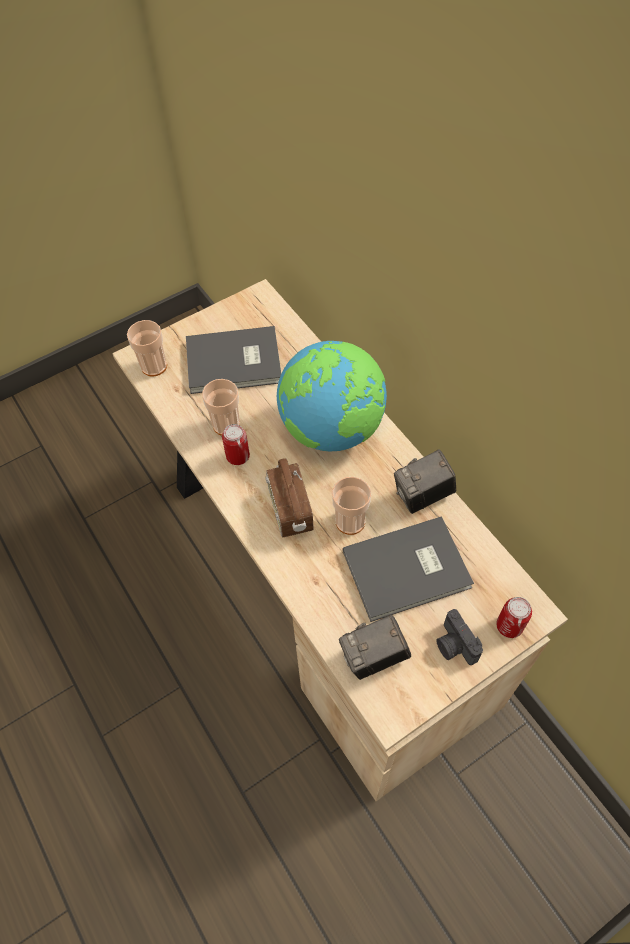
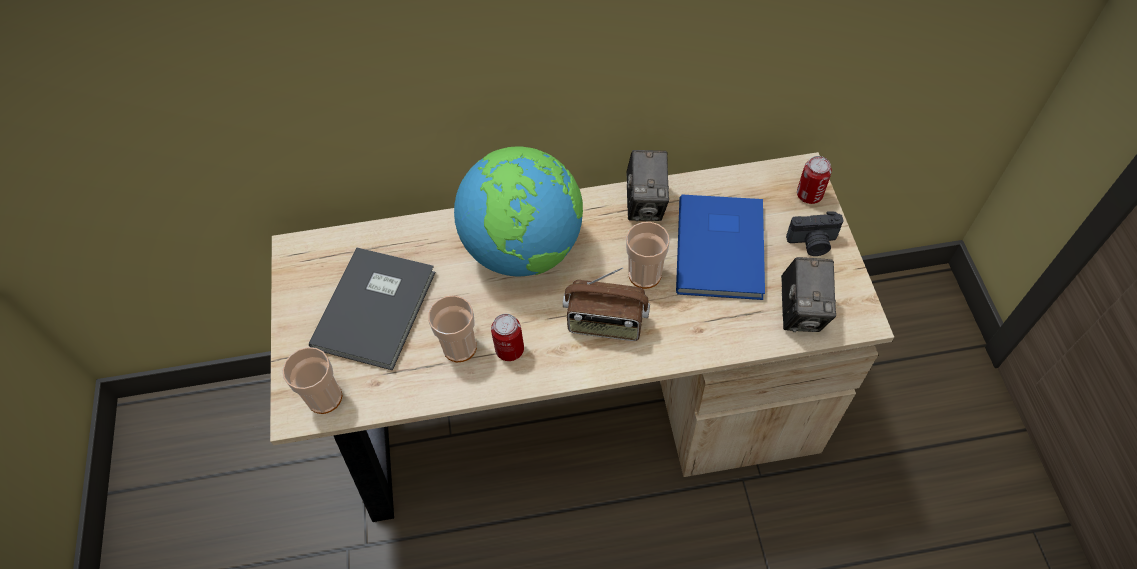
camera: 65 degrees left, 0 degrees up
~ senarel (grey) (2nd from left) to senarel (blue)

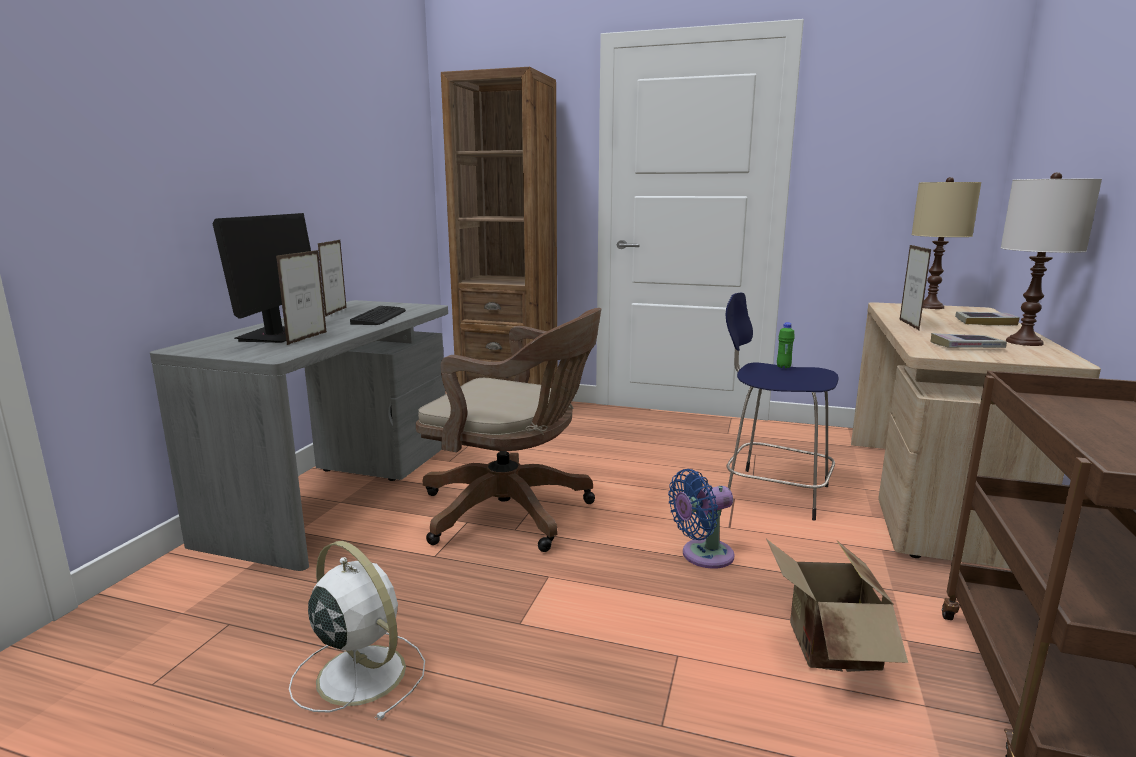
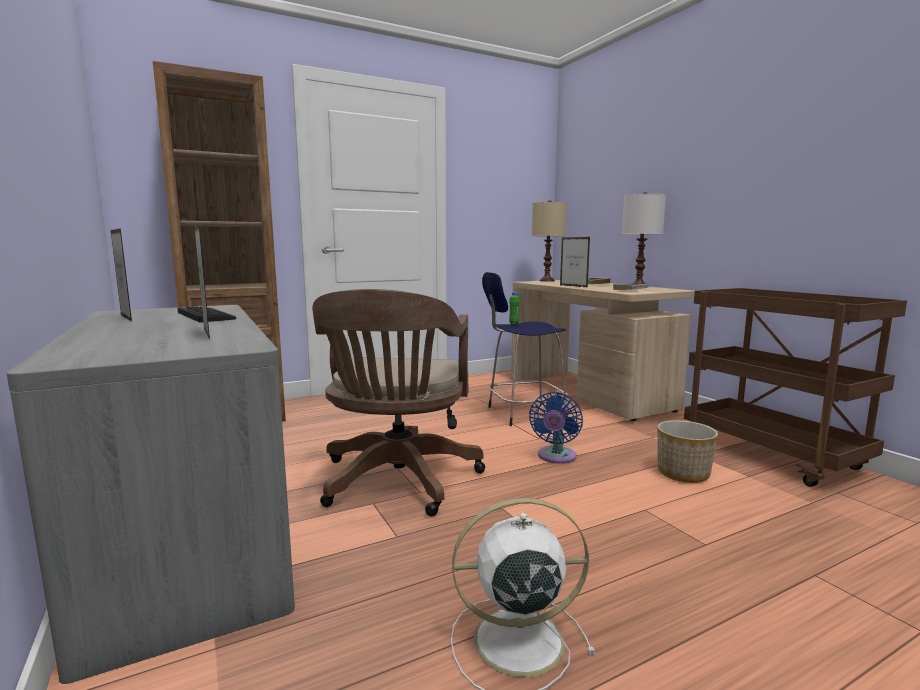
camera: 45 degrees left, 5 degrees down
~ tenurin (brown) 120 degrees clockwise
~ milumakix to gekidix
- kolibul

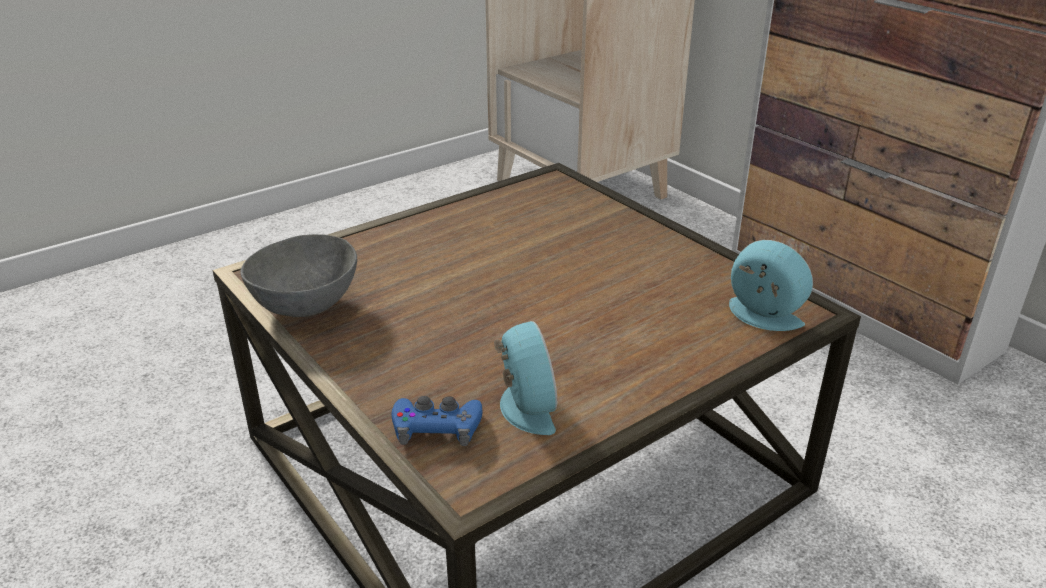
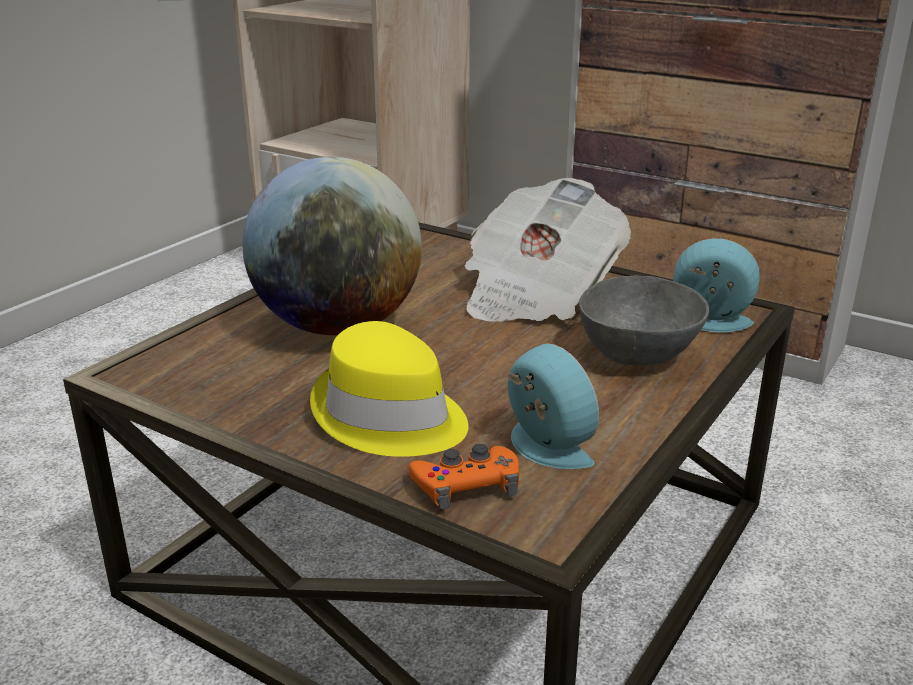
camera: 20 degrees left, 5 degrees down
+ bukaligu
+ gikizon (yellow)
~ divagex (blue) to divagex (orange)
+ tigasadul
~ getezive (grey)

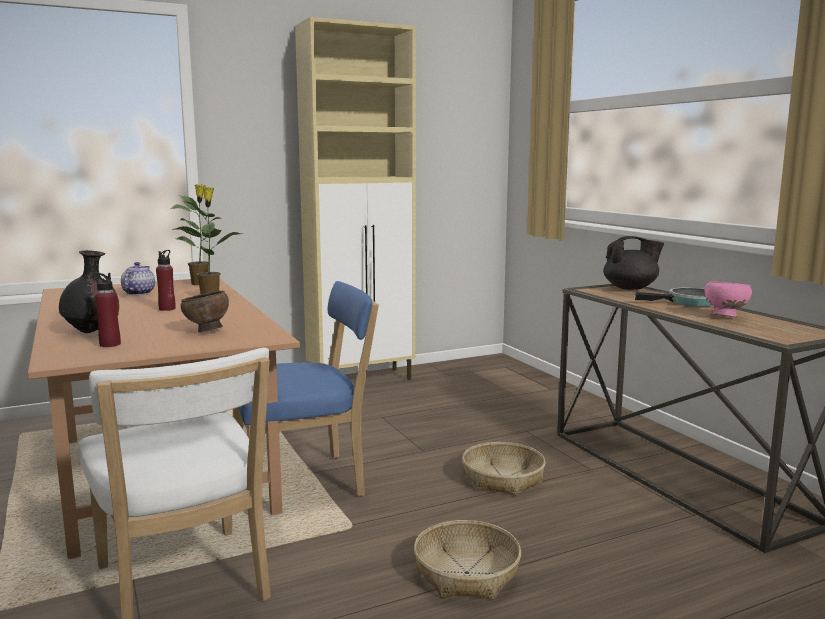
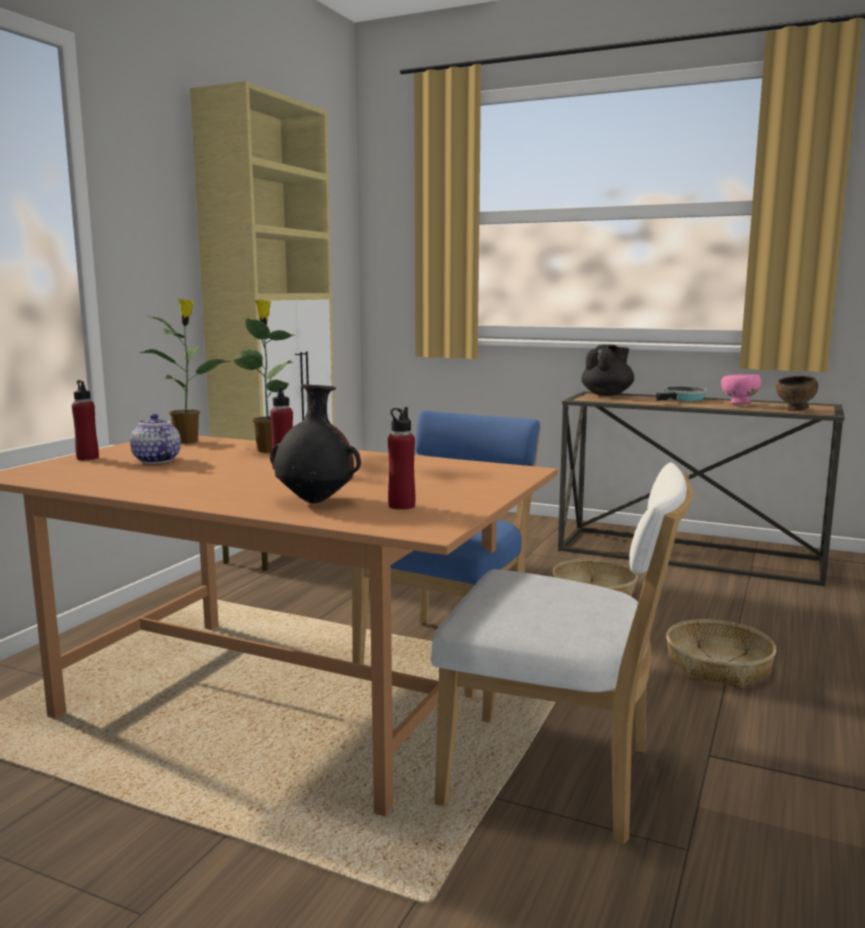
camera: 40 degrees left, 0 degrees up
+ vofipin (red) (1st from left)
~ getezive (brown)

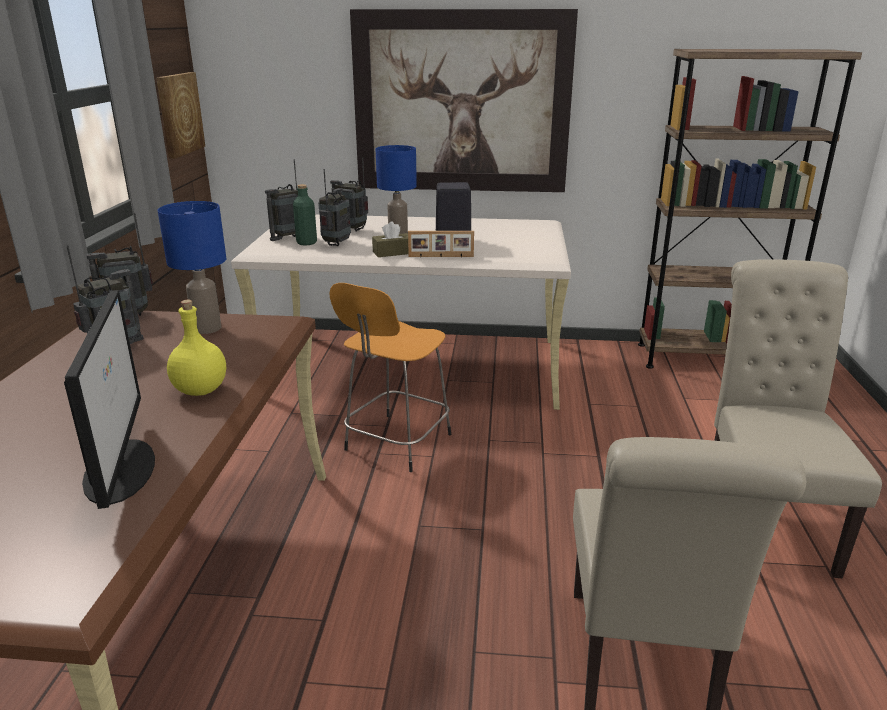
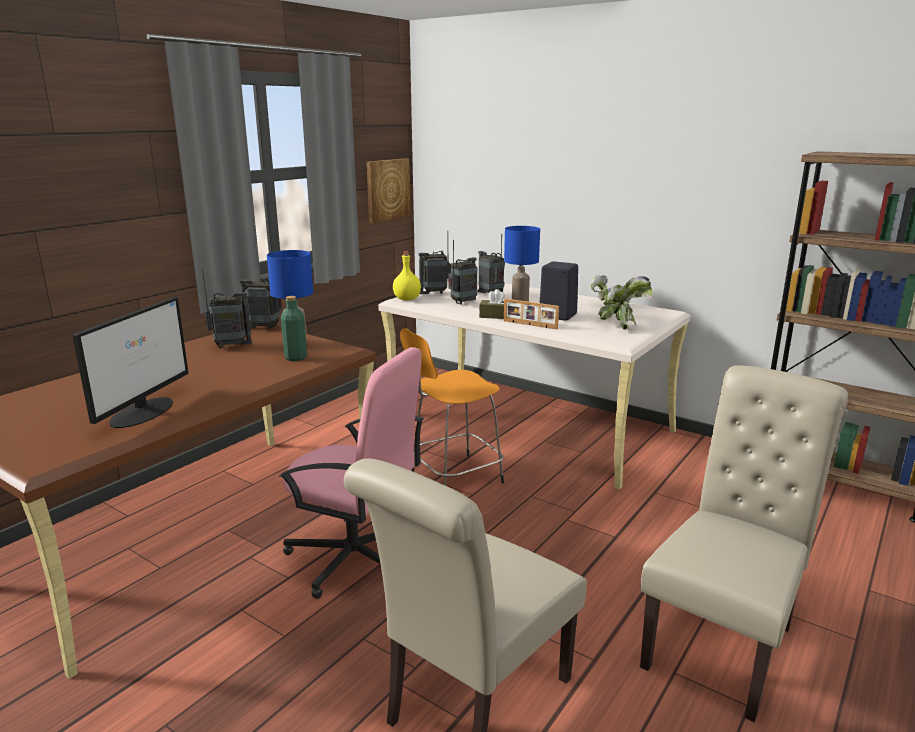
camera: 30 degrees right, 5 degrees down
+ tenurin (pink)
~ vofipin (green)
~ vofipin (yellow)
+ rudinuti
- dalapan (2nd from left)

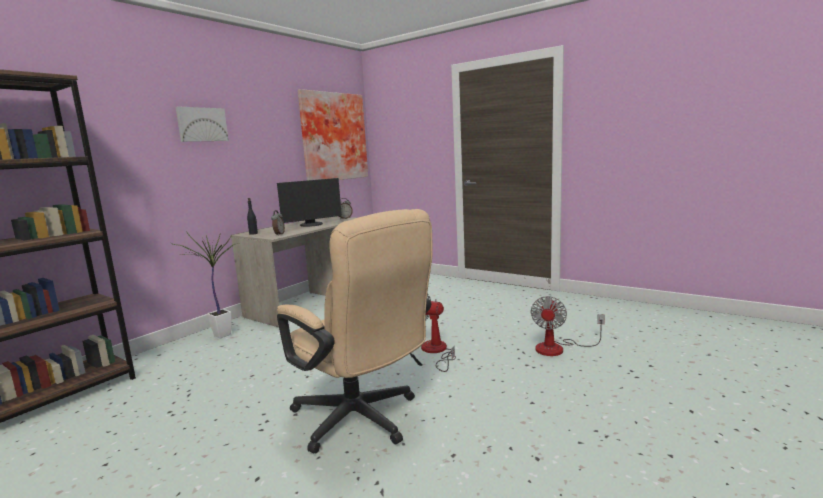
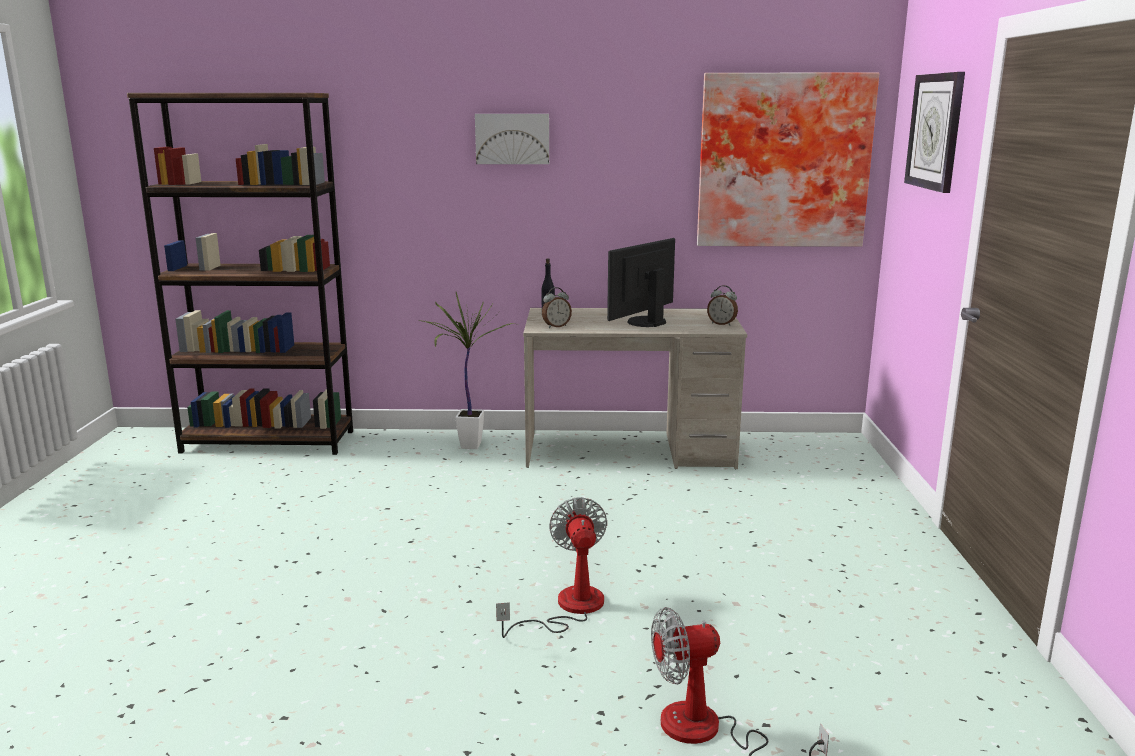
camera: 55 degrees right, 5 degrees up
~ kolibul 105 degrees clockwise
+ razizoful
- tenurin (beige)

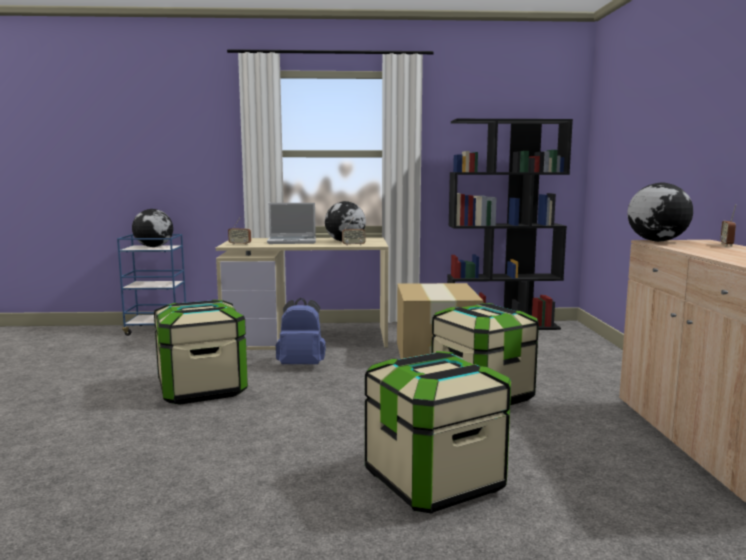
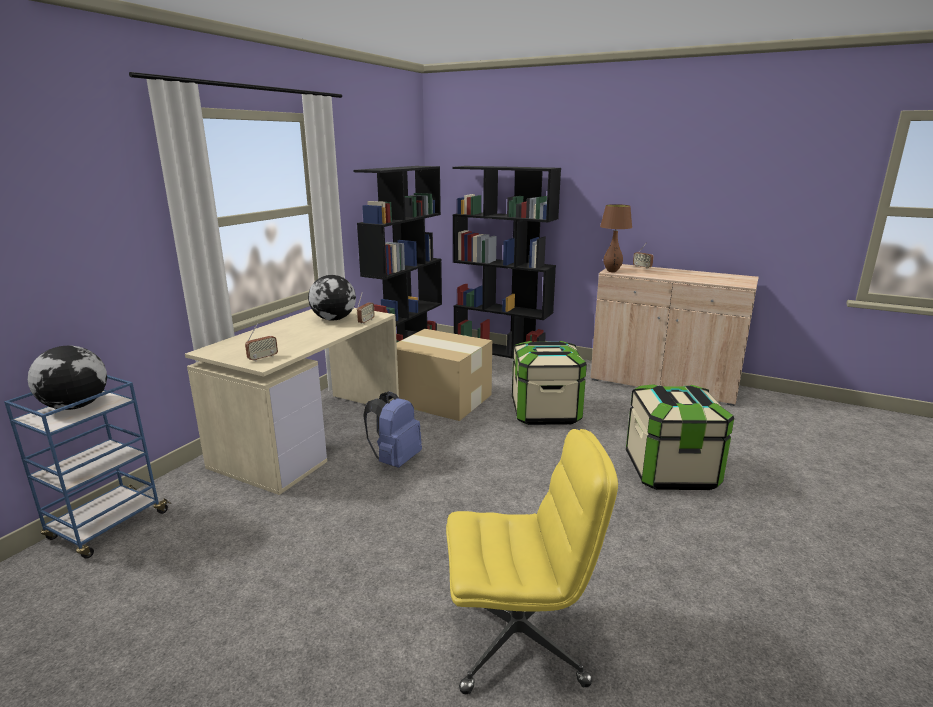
camera: 60 degrees left, 10 degrees up
+ tenurin (yellow)
+ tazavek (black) (2nd from left)
~ bukaligu (3rd from left) to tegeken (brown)
- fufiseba (1st from left)
- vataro

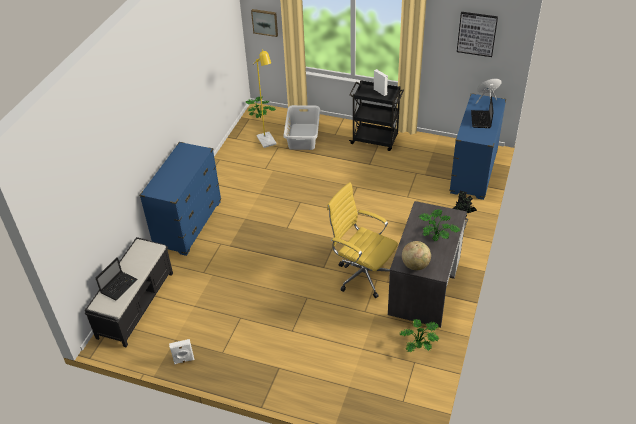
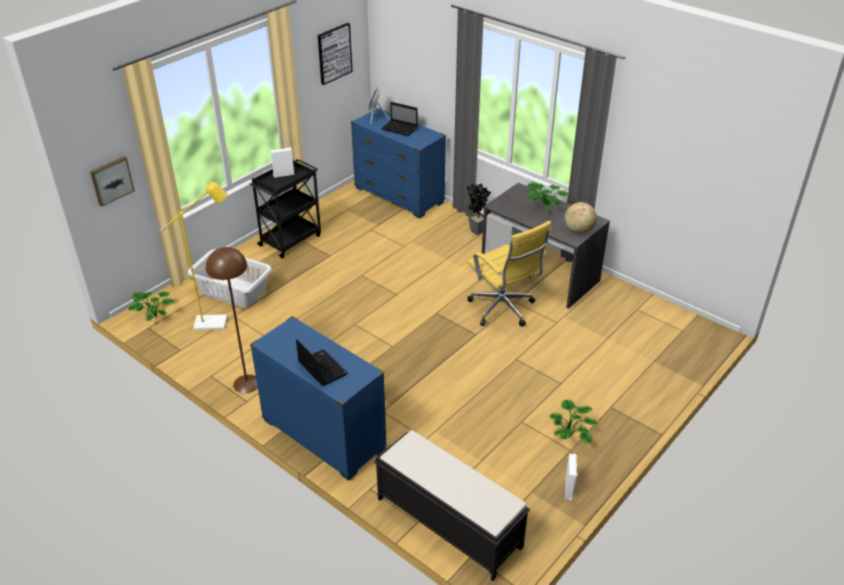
camera: 70 degrees left, 5 degrees down
+ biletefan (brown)
~ vataro (1st from left)
~ tenurin (yellow) 90 degrees counterclockwise
~ rudinuti (2nd from left in the first image) to rudinuti (4th from left)

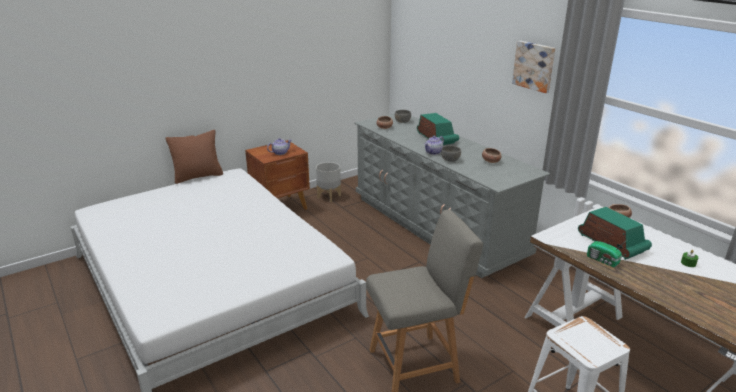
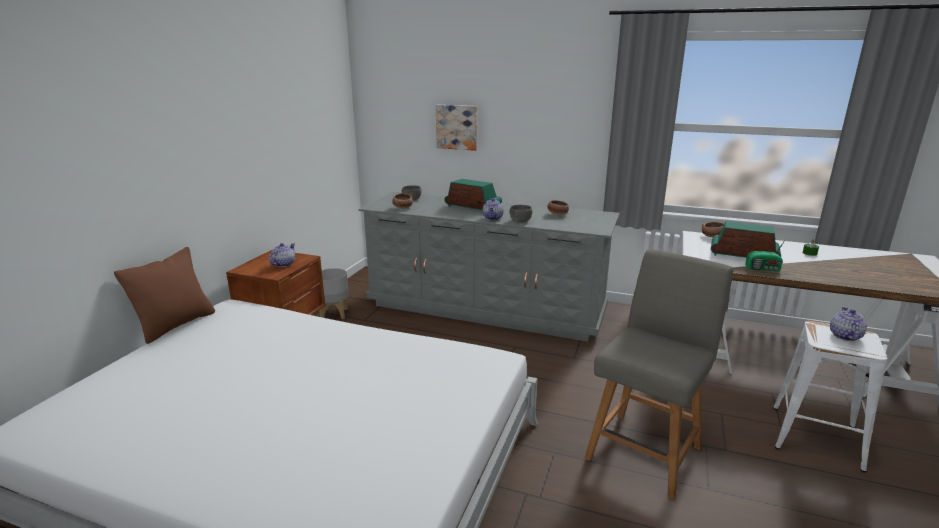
camera: 35 degrees left, 5 degrees down
~ dalapan
+ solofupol (3rd from left)

